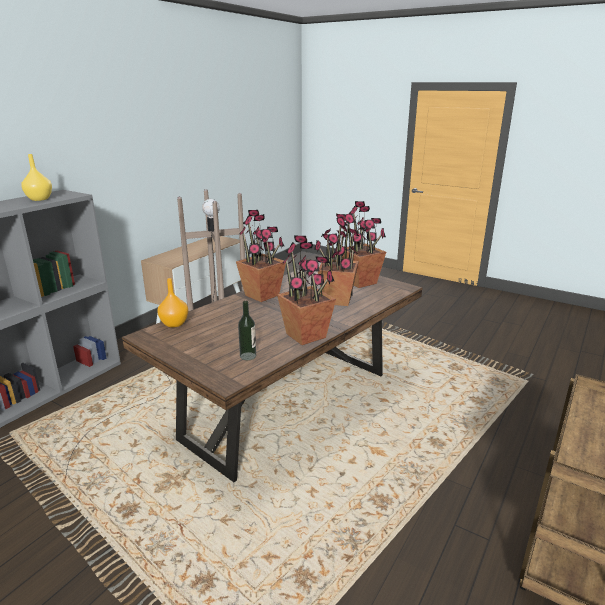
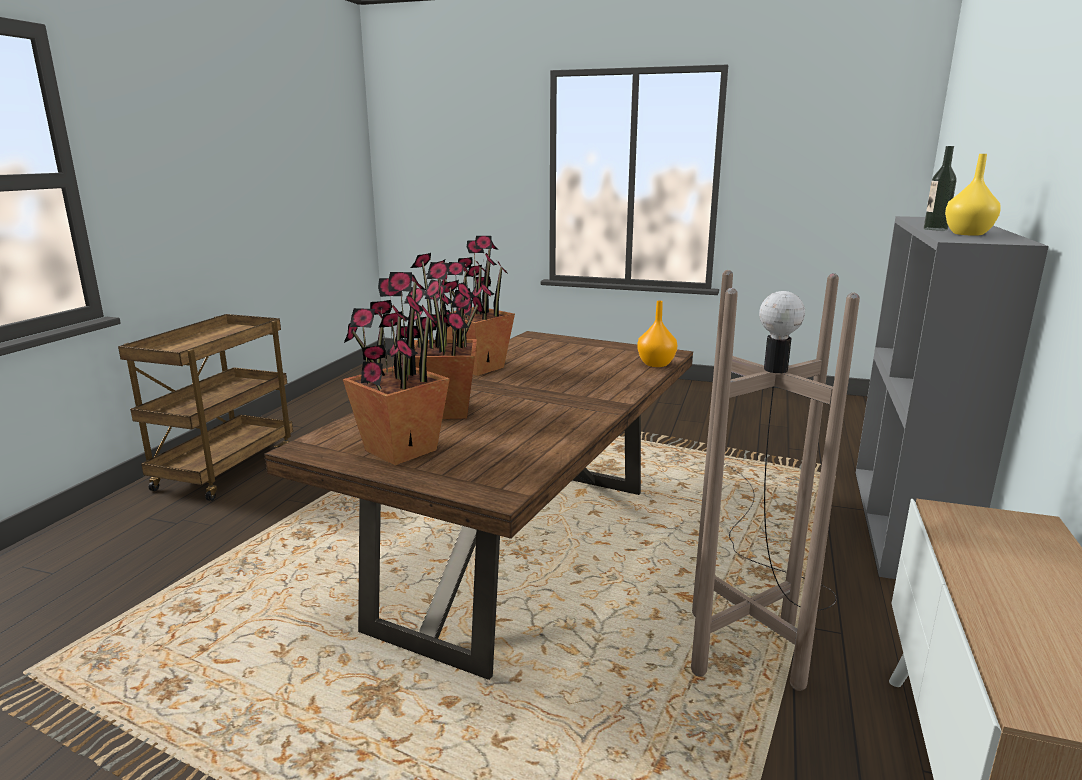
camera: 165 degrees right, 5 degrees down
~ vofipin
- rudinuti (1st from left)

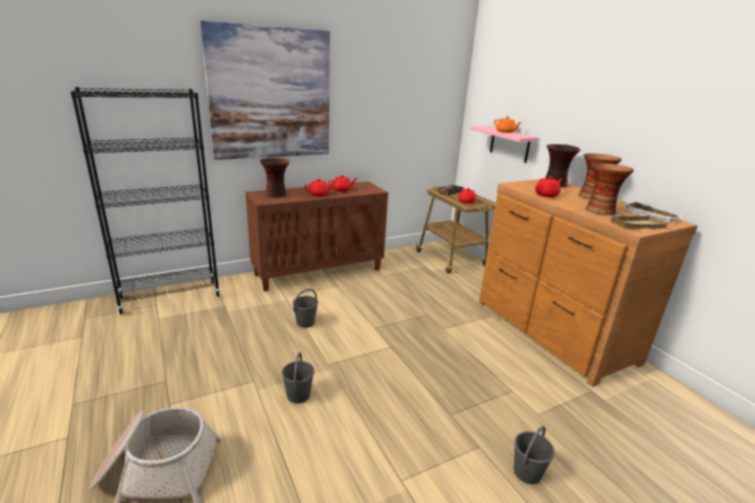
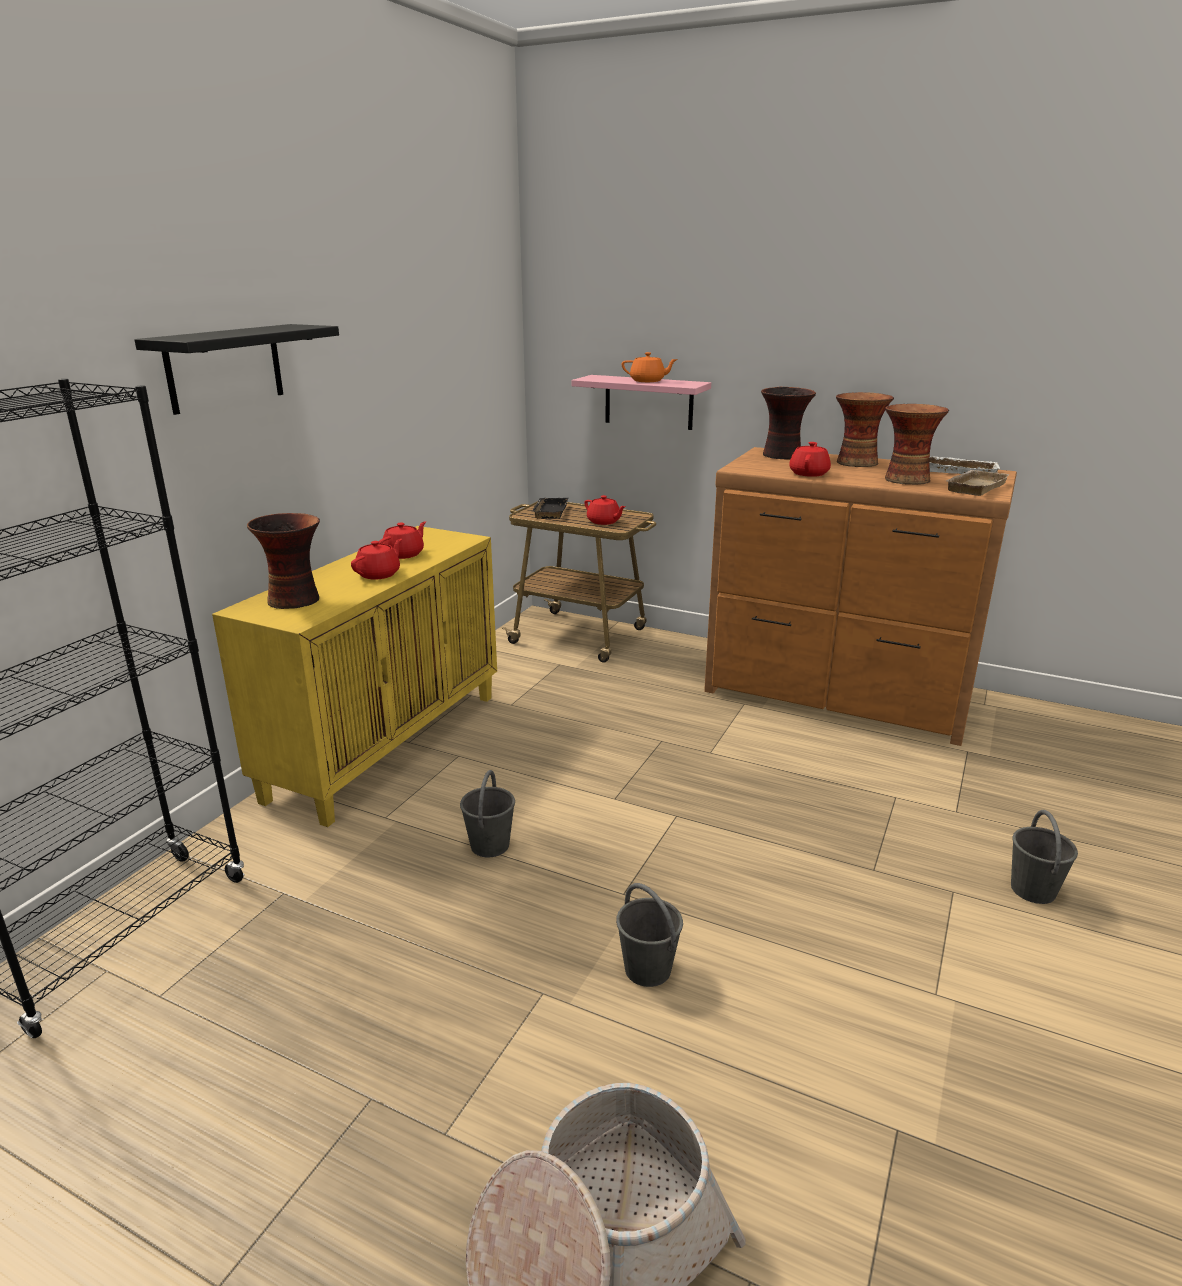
camera: 35 degrees left, 0 degrees up
~ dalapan to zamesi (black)
~ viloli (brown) to viloli (yellow)

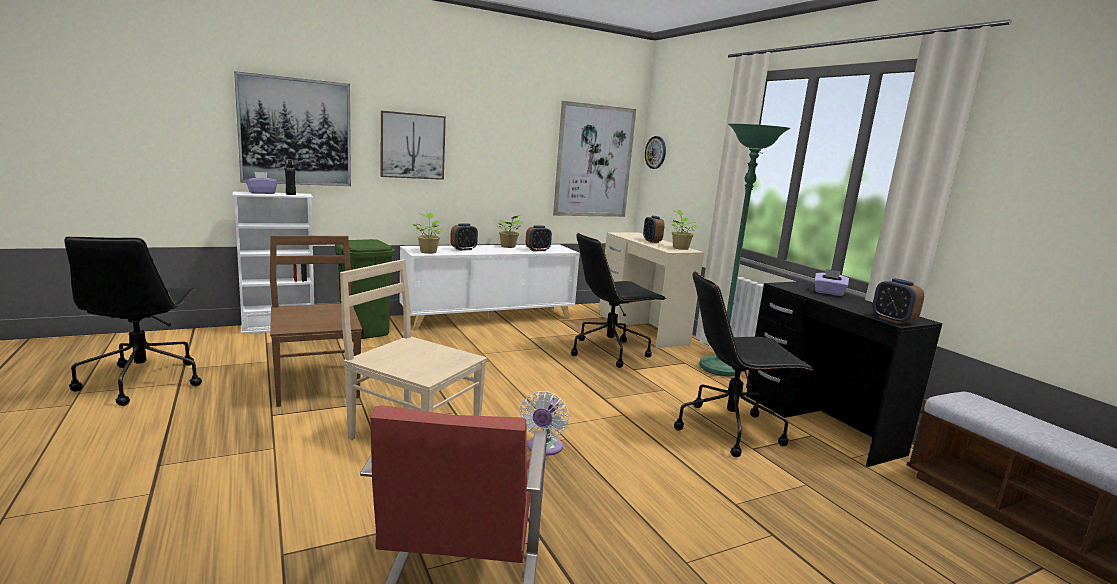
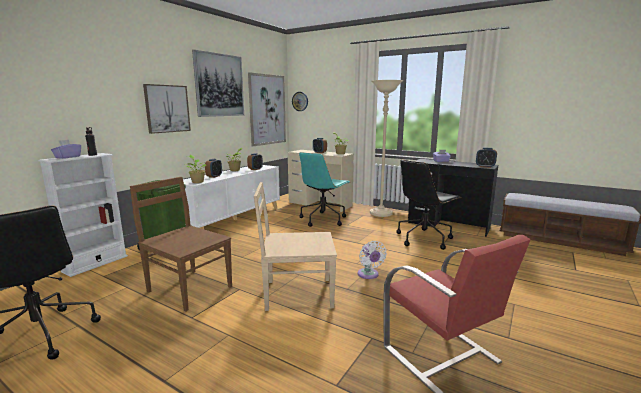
camera: 30 degrees left, 0 degrees up
~ dalapan (1st from left in the first image) to dalapan (2nd from left)
~ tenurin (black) (2nd from left) to tenurin (turquoise)
~ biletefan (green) to biletefan (beige)

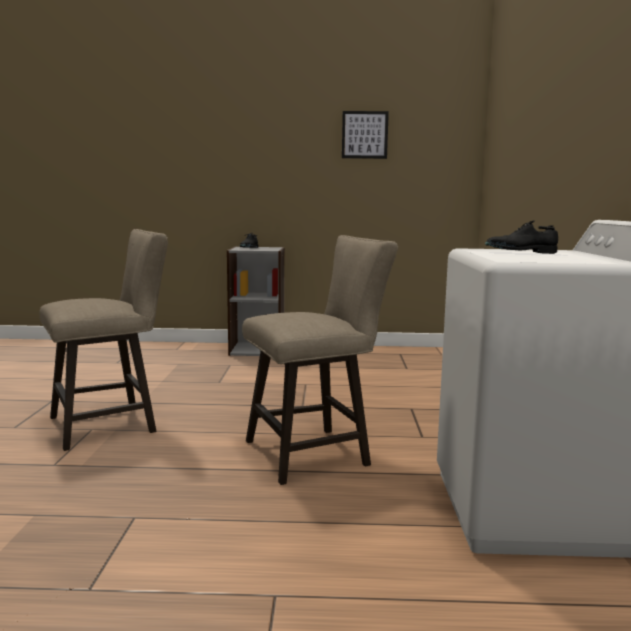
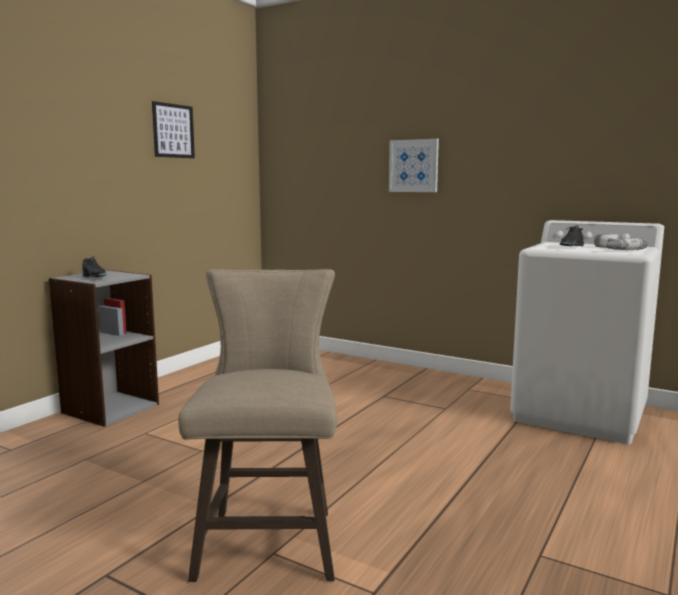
camera: 60 degrees left, 0 degrees up
+ dalapan (2nd from left)
+ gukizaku
- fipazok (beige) (2nd from left)

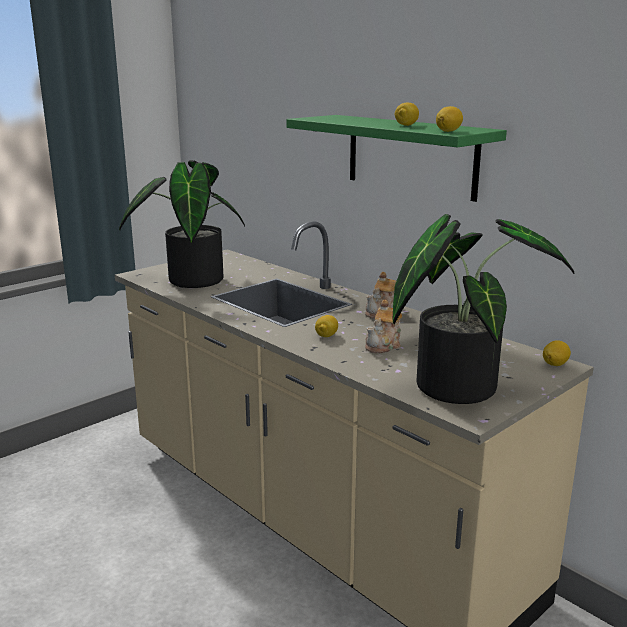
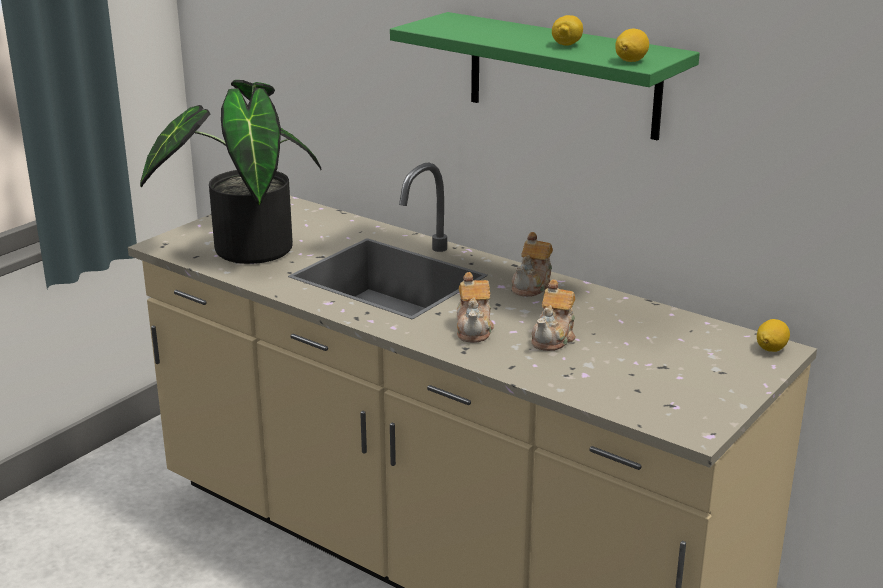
camera: 10 degrees left, 5 degrees up
~ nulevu (1st from left) to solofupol (1st from left)
- rudinuti (2nd from left)

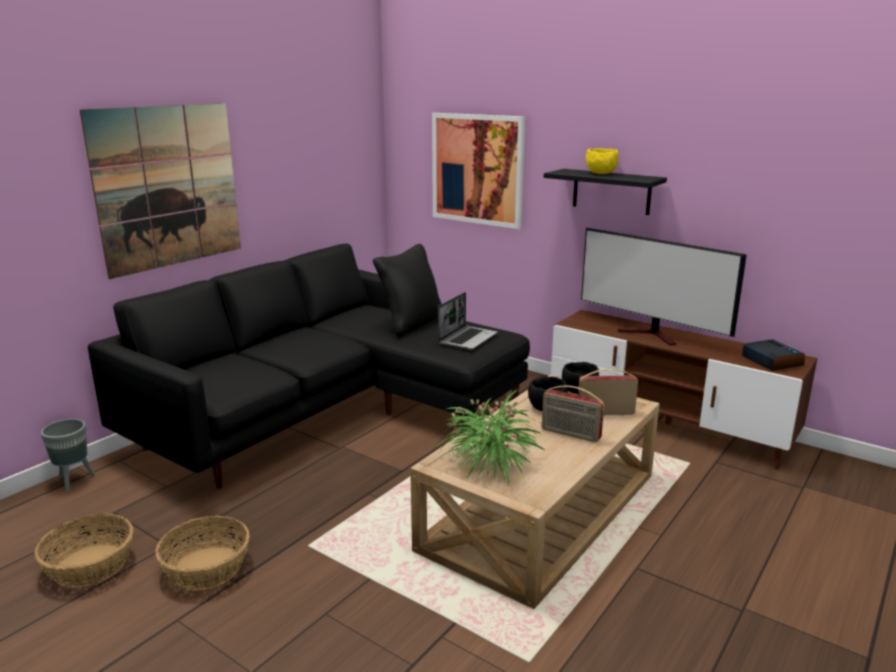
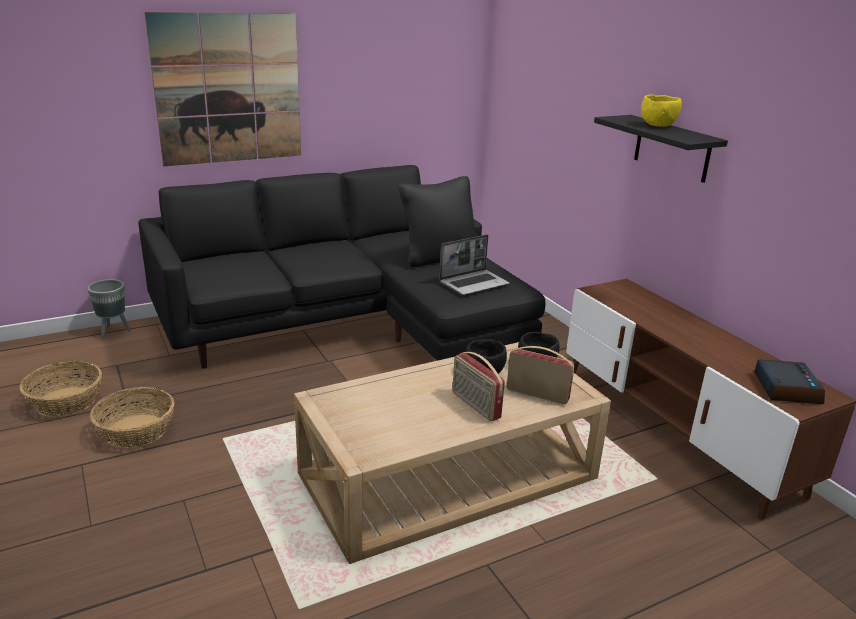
camera: 25 degrees right, 5 degrees up
- dalapan (2nd from left)
- rudinuti
- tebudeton

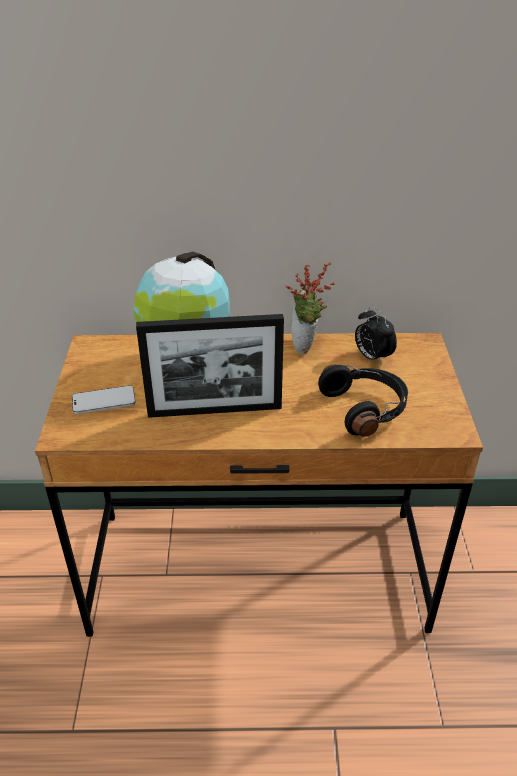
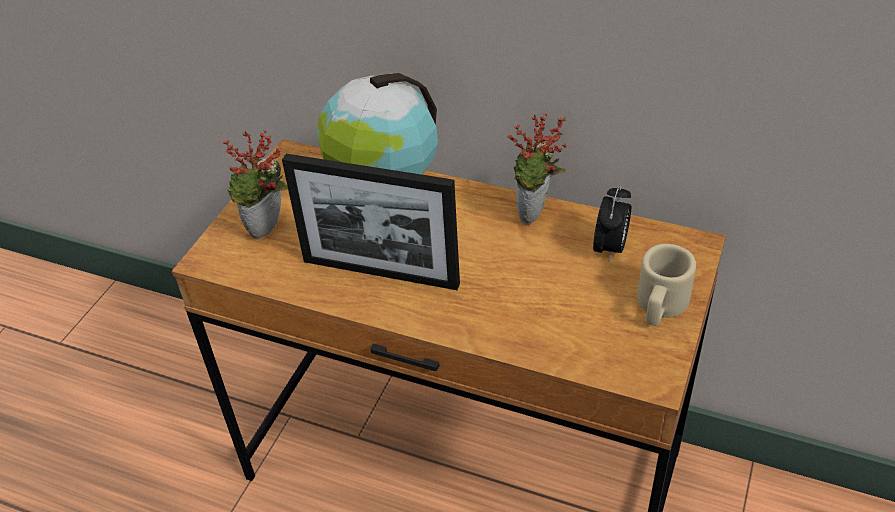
camera: 25 degrees right, 5 degrees up
~ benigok to rudinuti (1st from left)
~ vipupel 150 degrees counterclockwise
+ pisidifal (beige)
- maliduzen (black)

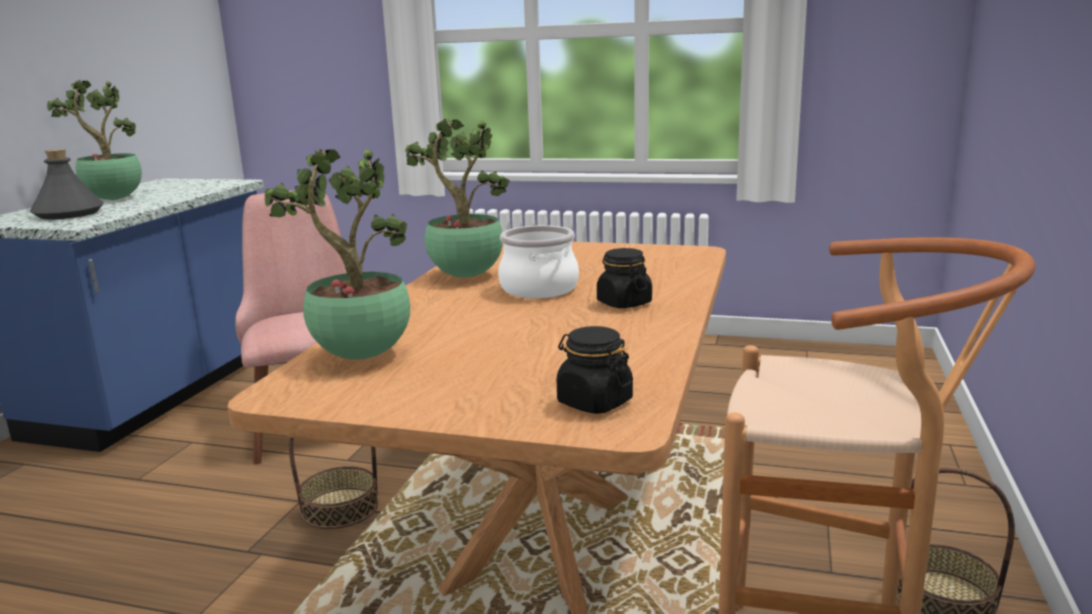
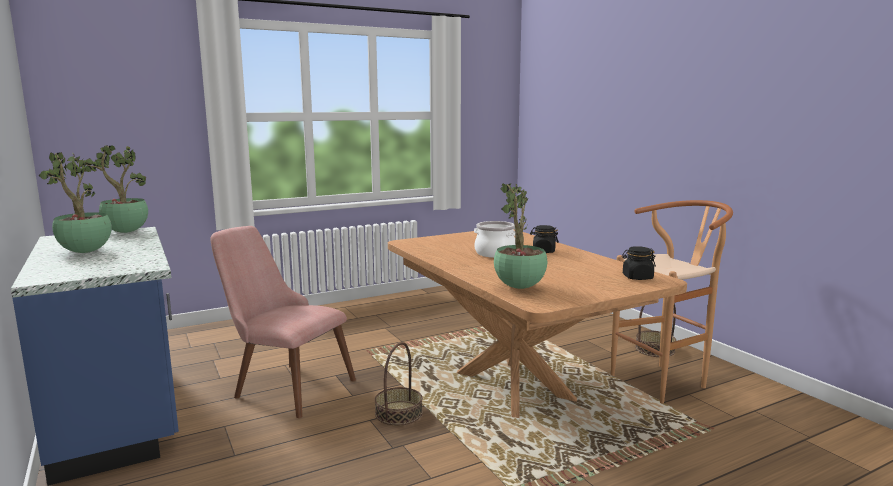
camera: 45 degrees left, 5 degrees down
~ rudinuti (3rd from left in the first image) to rudinuti (2nd from left)
- vofipin (grey)

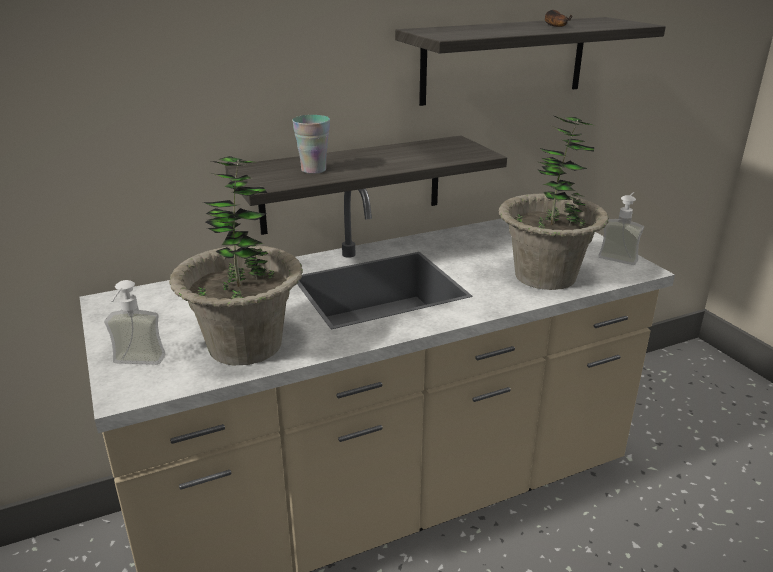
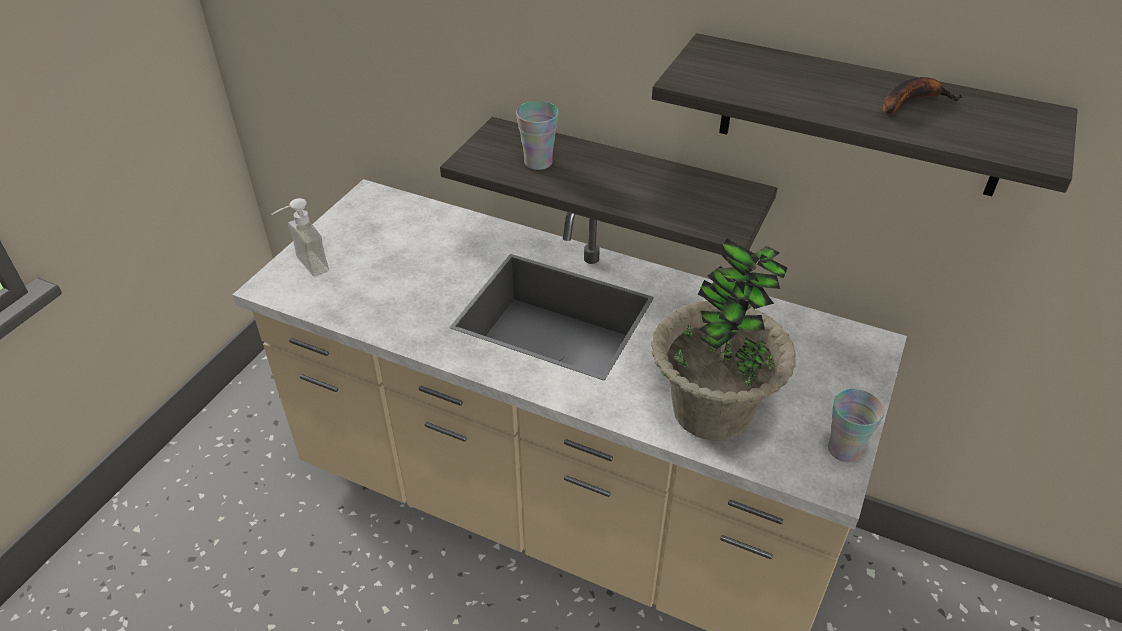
camera: 50 degrees right, 15 degrees up
~ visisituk (2nd from left) to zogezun (2nd from left)
- rudinuti (1st from left)

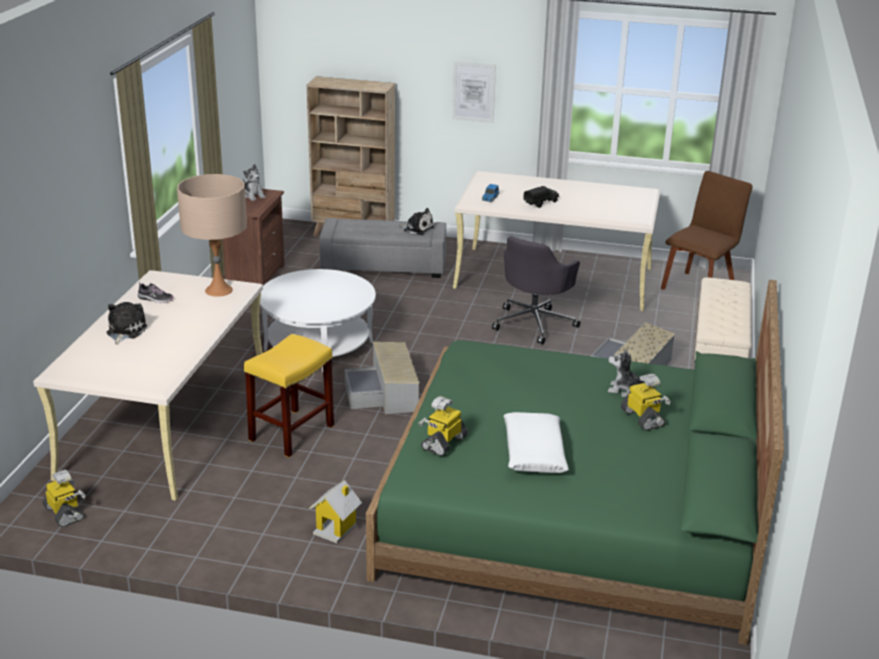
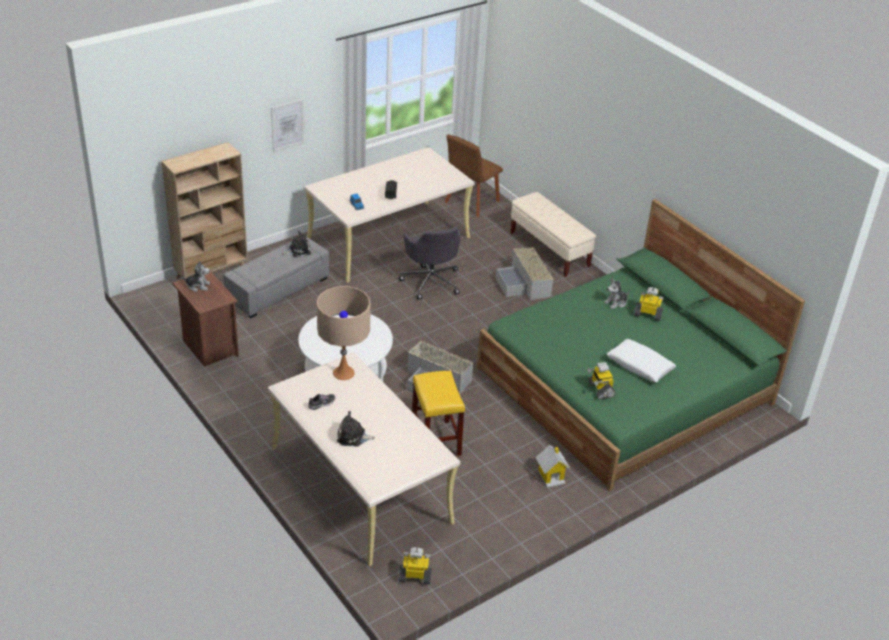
camera: 50 degrees left, 10 degrees up
~ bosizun (1st from left in the first image) 45 degrees counterclockwise
~ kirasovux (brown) 135 degrees counterclockwise

